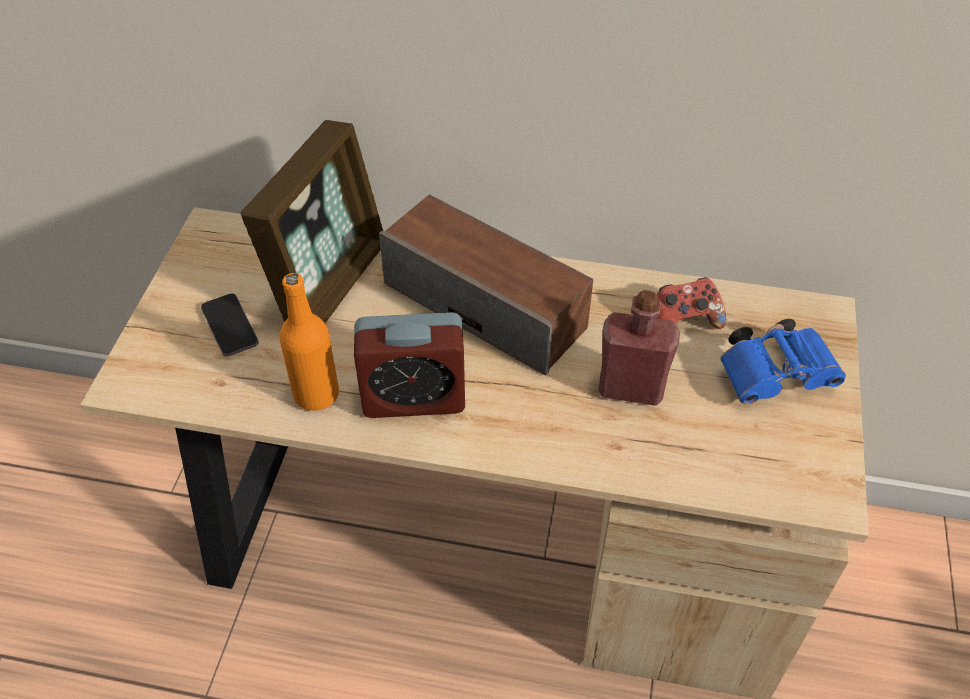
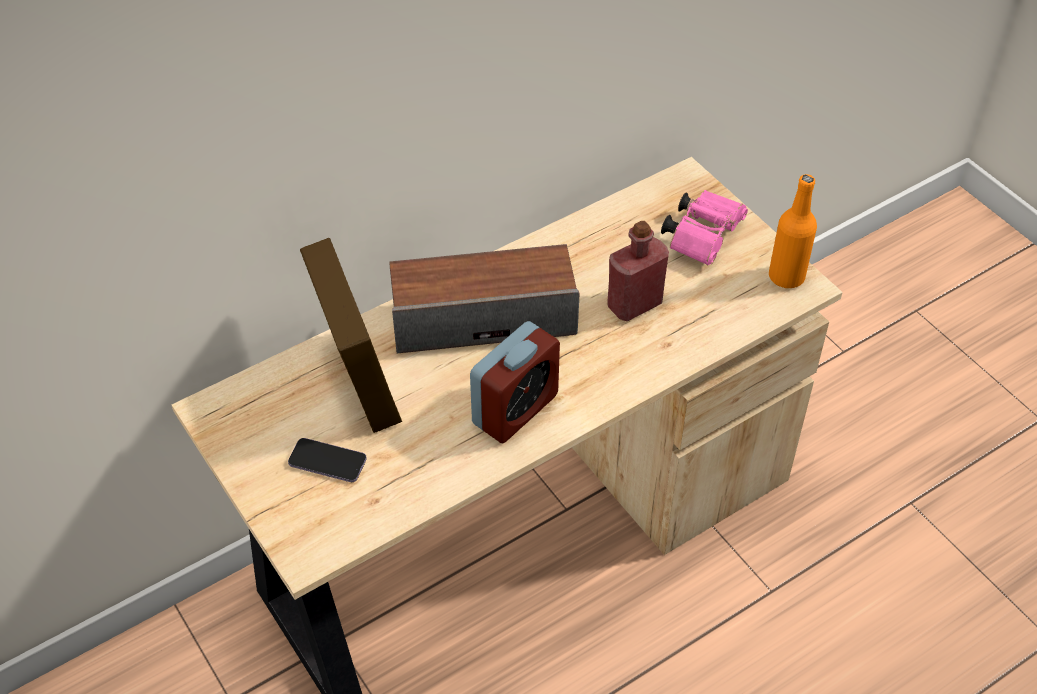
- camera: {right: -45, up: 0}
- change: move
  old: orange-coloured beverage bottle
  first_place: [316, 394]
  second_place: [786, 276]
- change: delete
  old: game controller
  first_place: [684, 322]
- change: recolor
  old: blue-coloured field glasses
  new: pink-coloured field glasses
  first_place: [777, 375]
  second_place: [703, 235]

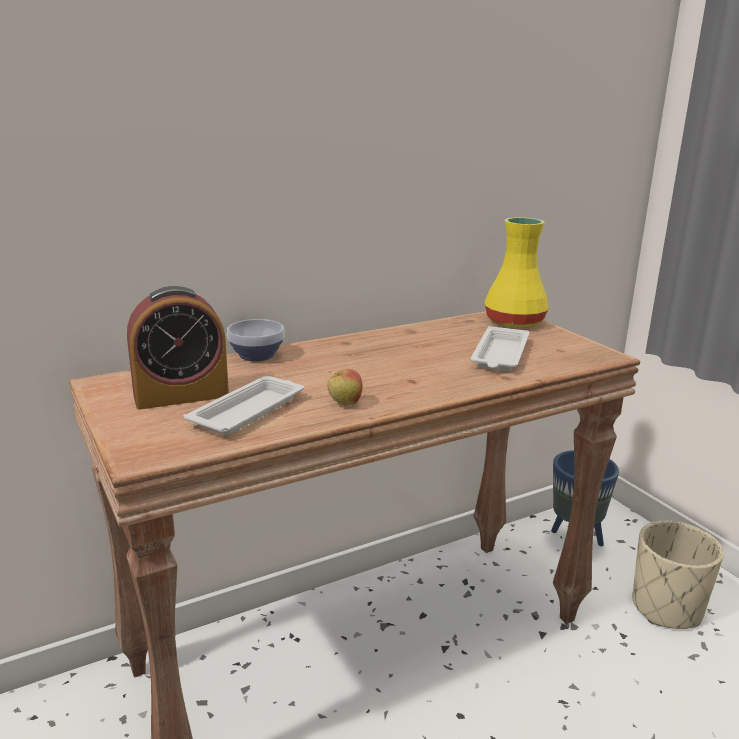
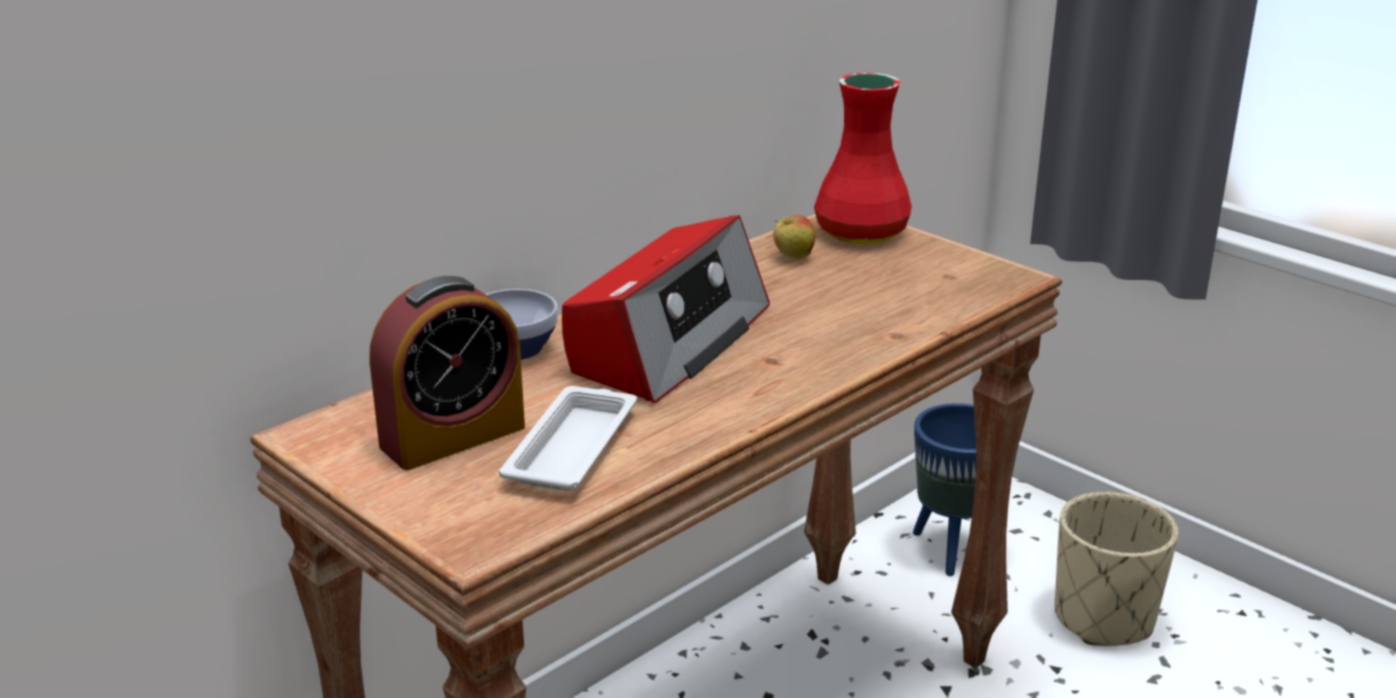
- camera: {right: -15, up: 5}
- change: move
  old: whole apple
  first_place: [344, 404]
  second_place: [793, 257]
- change: delete
  old: whitish serving tray
  first_place: [500, 355]
- change: recolor
  old: yellow flower vase
  new: red-coloured flower vase
  first_place: [516, 322]
  second_place: [863, 232]
- change: insert
  new: radio set
  second_place: [668, 341]

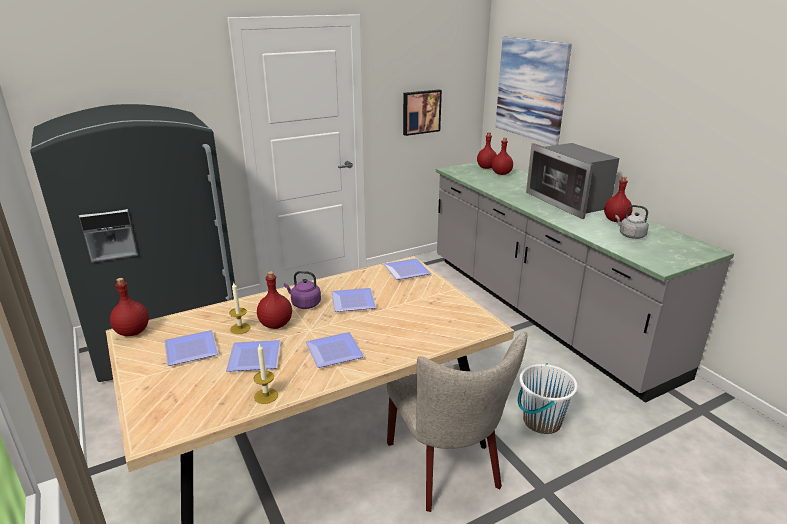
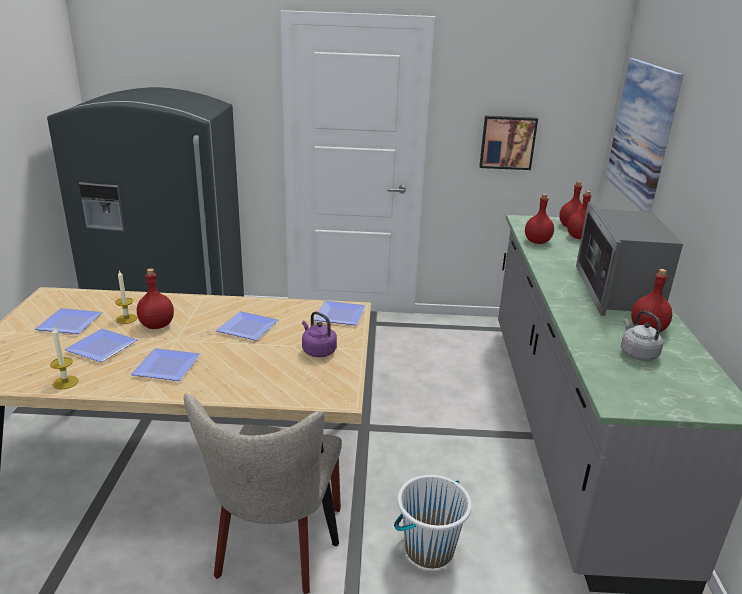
- camera: {right: 30, up: 0}
- change: move
  old: red-coloured beverage bottle
  first_place: [132, 332]
  second_place: [537, 241]
- change: move
  old: purple tea kettle
  first_place: [304, 304]
  second_place: [318, 351]

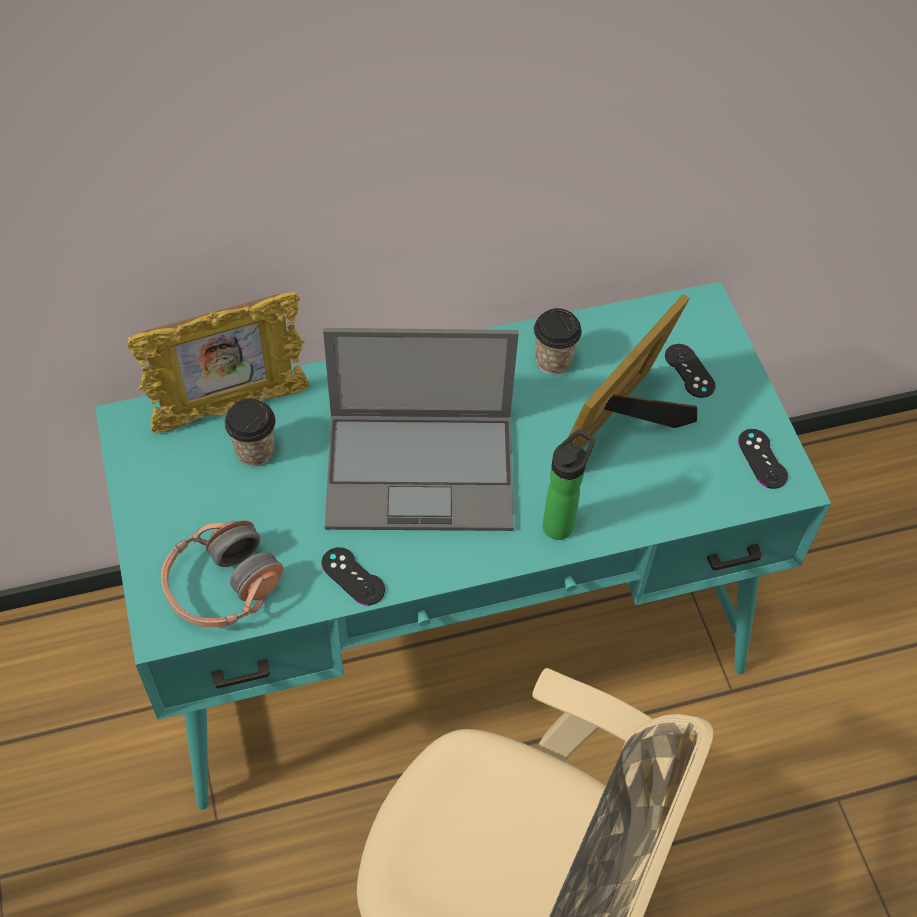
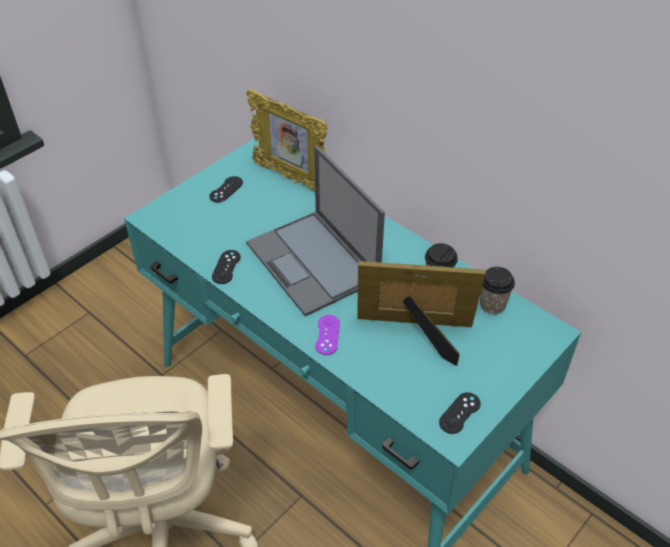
- camera: {right: 60, up: -10}
- change: delete
  old: headphones
  first_place: [222, 586]
- change: move
  old: drinking cup
  first_place: [255, 451]
  second_place: [492, 305]
- change: replace
  old: beverage bottle
  new: purple game controller
  first_place: [561, 523]
  second_place: [327, 335]
- change: move
  old: black-coloured game controller
  first_place: [689, 371]
  second_place: [226, 189]

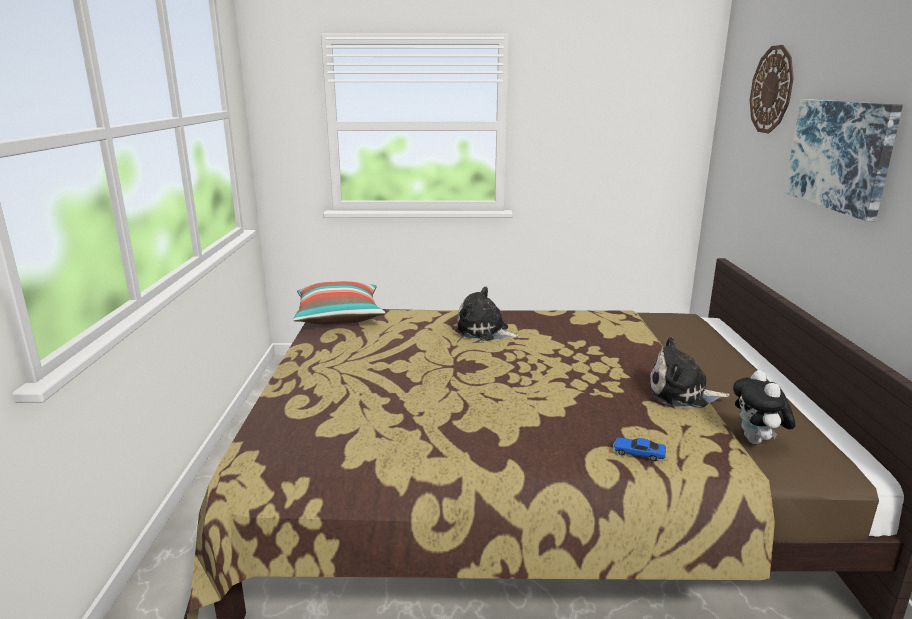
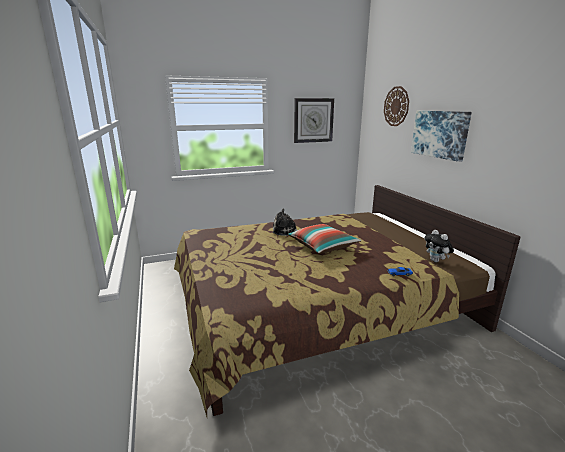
- camera: {right: -20, up: 0}
- change: move
  old: throw pillow
  first_place: [339, 317]
  second_place: [322, 246]
- change: delete
  old: soft toy
  first_place: [681, 394]
- change: insert
  new: hanging clock
  second_place: [313, 120]

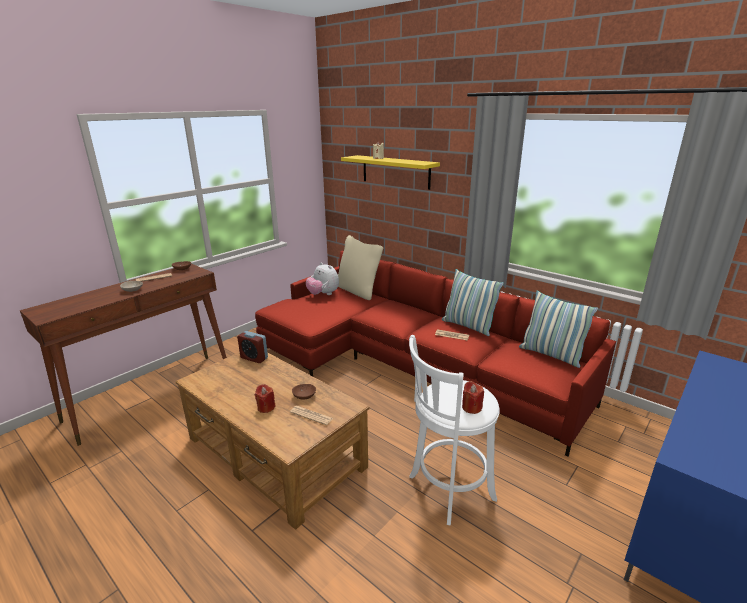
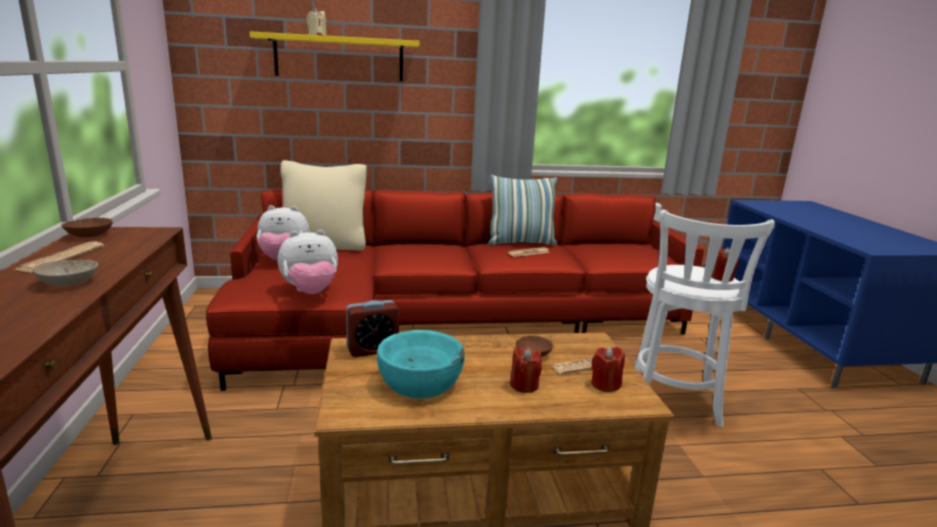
- camera: {right: -50, up: -5}
- change: delete
  old: throw pillow
  first_place: [551, 355]
- change: insert
  new: soft toy
  second_place: [310, 292]
- change: insert
  new: blue-green serving bowl
  second_place: [420, 381]
- change: insert
  new: red-coloured candle
  second_place: [605, 385]

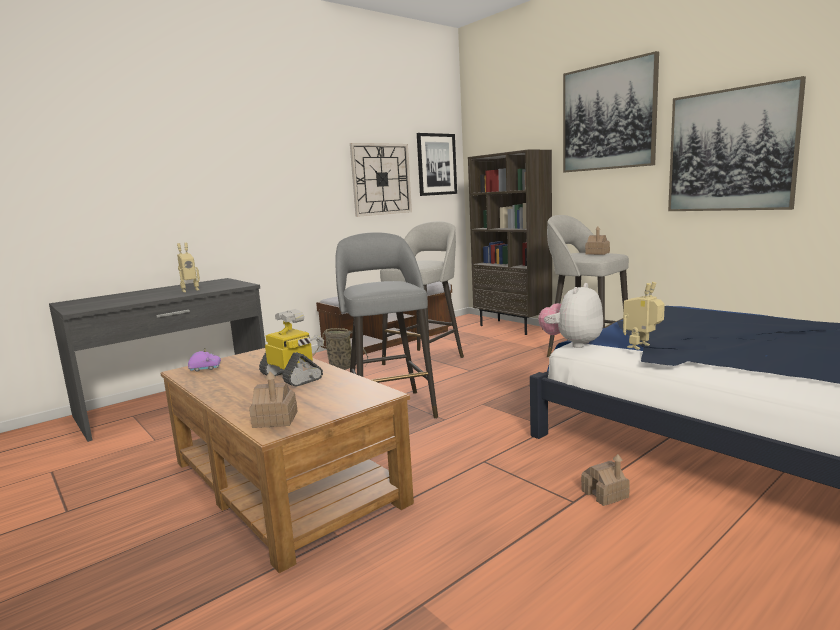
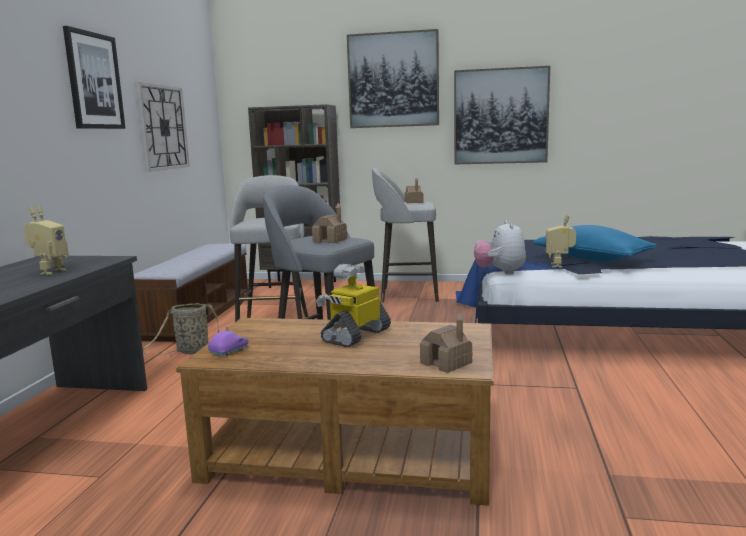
- camera: {right: -40, up: 0}
- change: rotate
  old: toy robot
  first_place: [293, 377]
  second_place: [355, 335]
  degrees: -60
- change: move
  old: wall picture
  first_place: [436, 164]
  second_place: [94, 81]
- change: move
  old: toy house
  first_place: [605, 494]
  second_place: [330, 240]
- change: insert
  new: blue-coloured throw pillow
  second_place: [591, 259]

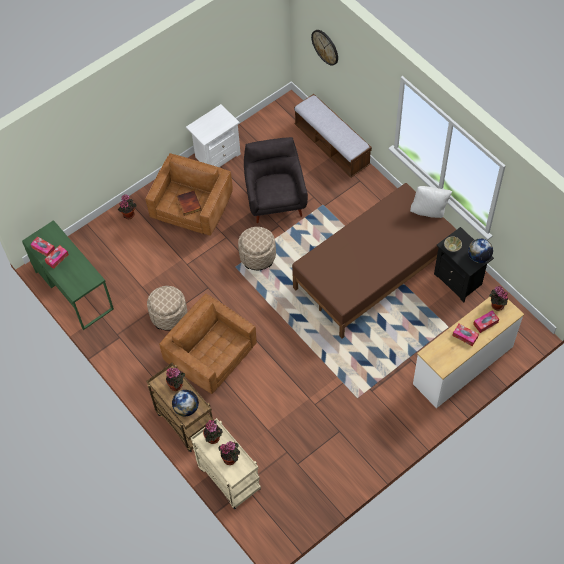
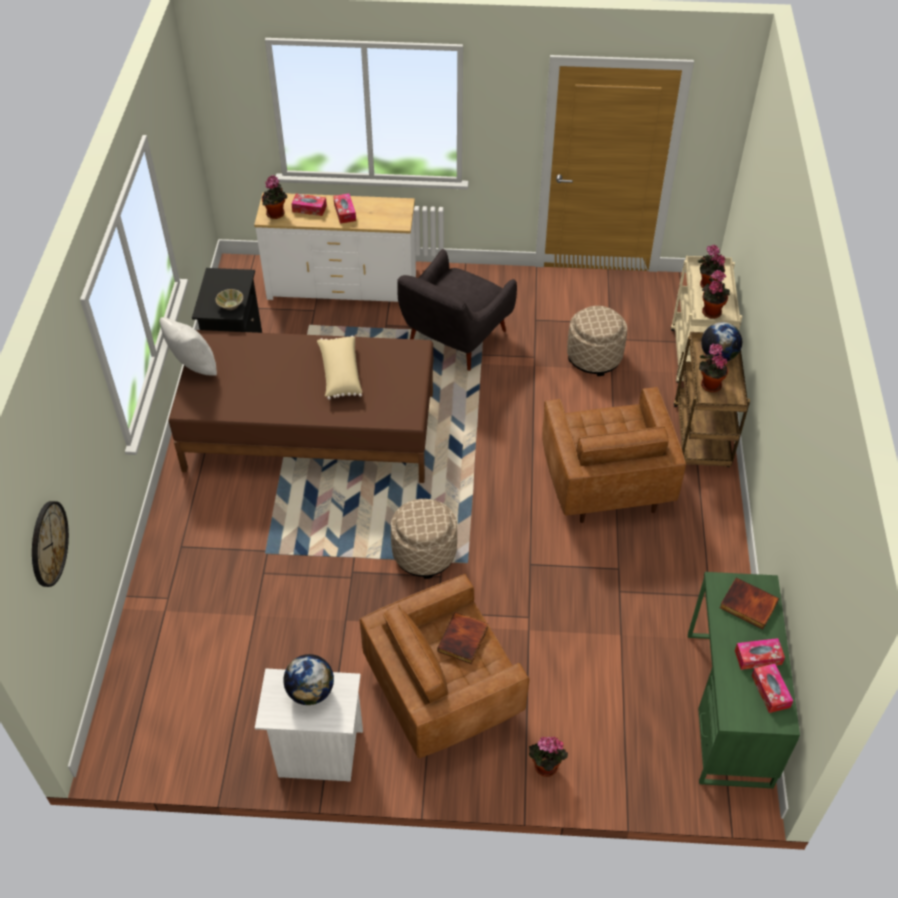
- camera: {right: -140, up: -10}
- change: move
  old: beige footrest
  first_place: [169, 315]
  second_place: [594, 357]
- change: move
  old: greyish armchair
  first_place: [275, 199]
  second_place: [454, 340]
- change: delete
  old: long seat
  first_place: [332, 146]
- change: move
  old: world globe
  first_place: [479, 257]
  second_place: [311, 691]
- change: insert
  new: beige throw pillow
  second_place: [340, 374]
- change: insert
  new: book
  second_place: [747, 605]

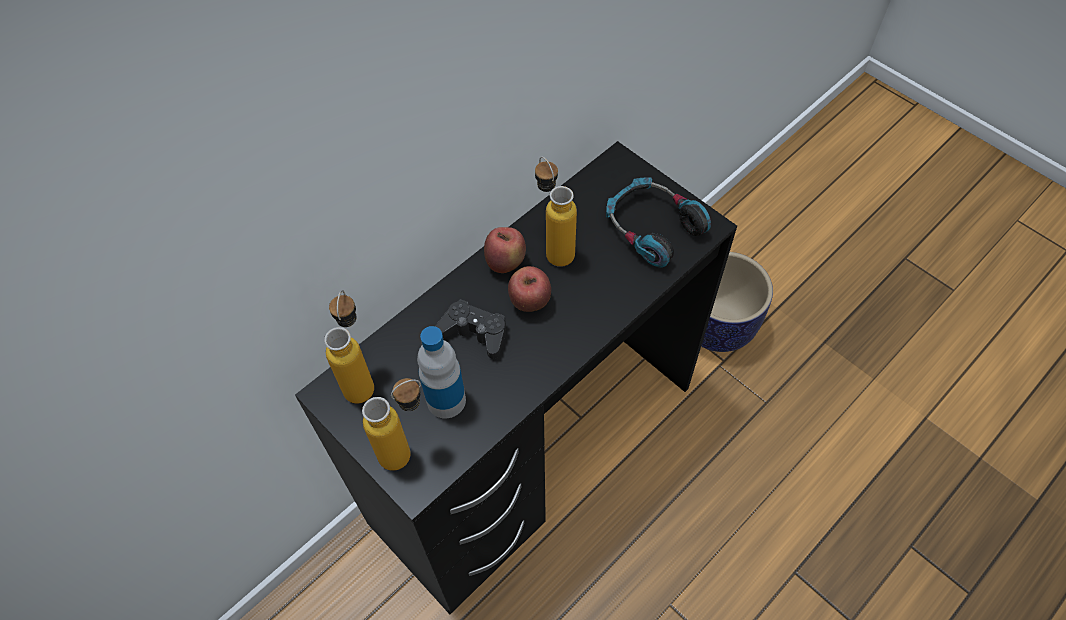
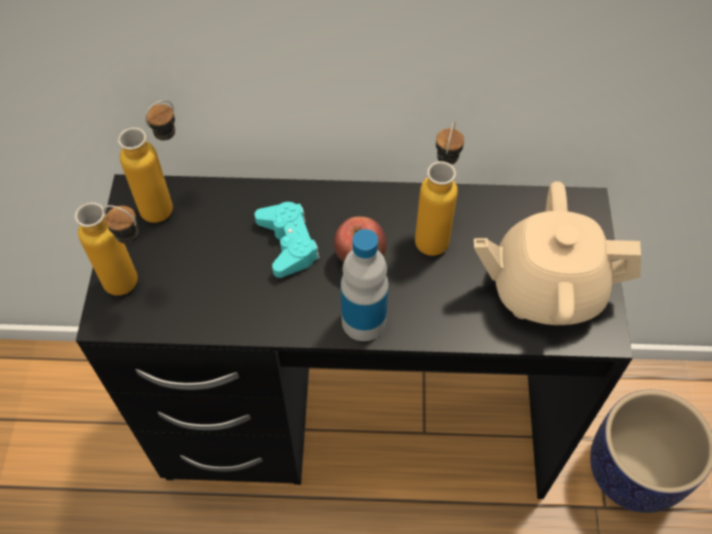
- camera: {right: 45, up: 0}
- change: move
  old: beverage bottle
  first_place: [446, 400]
  second_place: [363, 321]
- change: recolor
  old: black-coloured game controller
  new: blue-green game controller
  first_place: [475, 332]
  second_place: [288, 243]
- change: delete
  old: whole apple
  first_place: [505, 263]
- change: replace
  old: headphones
  new: beige tea pot
  first_place: [652, 227]
  second_place: [544, 289]

